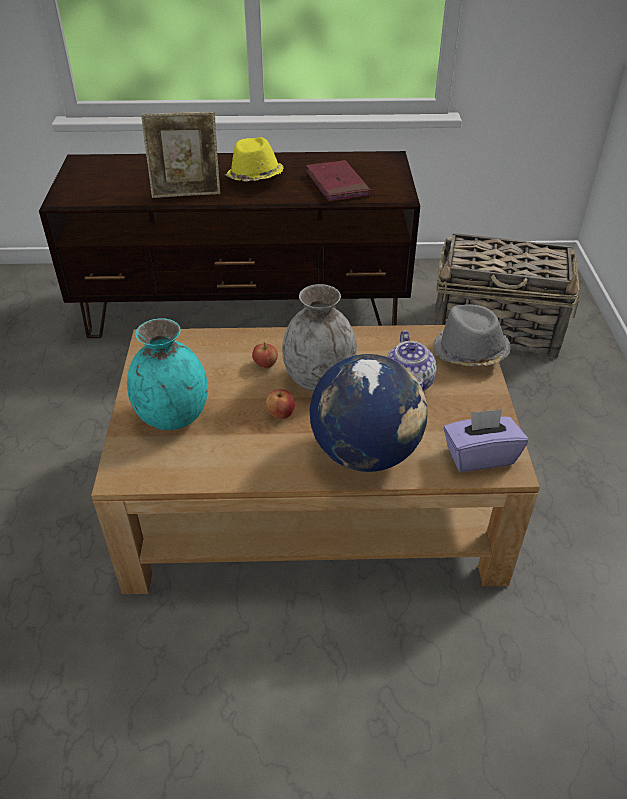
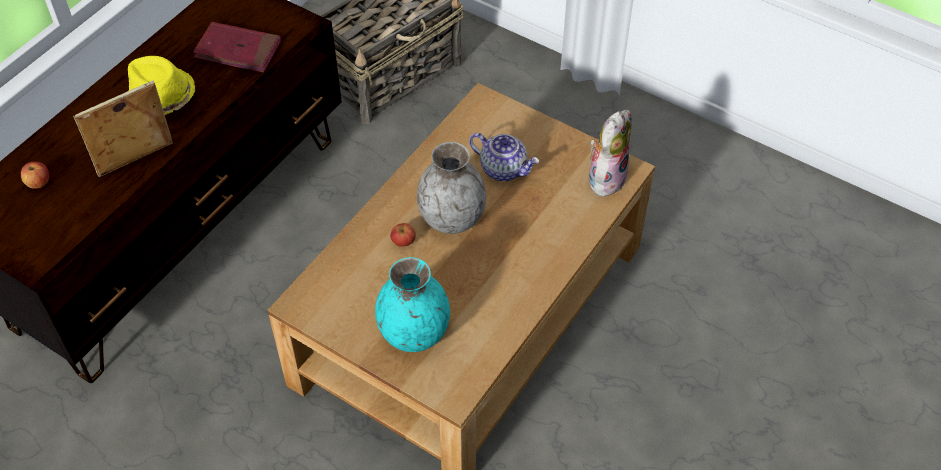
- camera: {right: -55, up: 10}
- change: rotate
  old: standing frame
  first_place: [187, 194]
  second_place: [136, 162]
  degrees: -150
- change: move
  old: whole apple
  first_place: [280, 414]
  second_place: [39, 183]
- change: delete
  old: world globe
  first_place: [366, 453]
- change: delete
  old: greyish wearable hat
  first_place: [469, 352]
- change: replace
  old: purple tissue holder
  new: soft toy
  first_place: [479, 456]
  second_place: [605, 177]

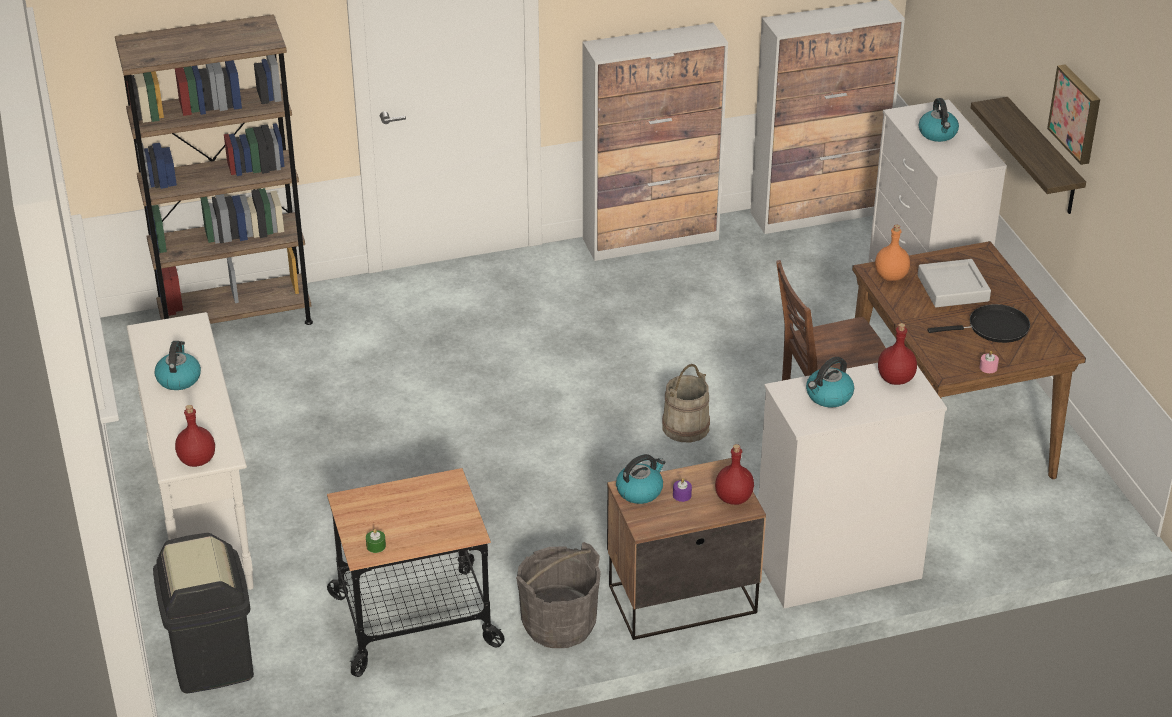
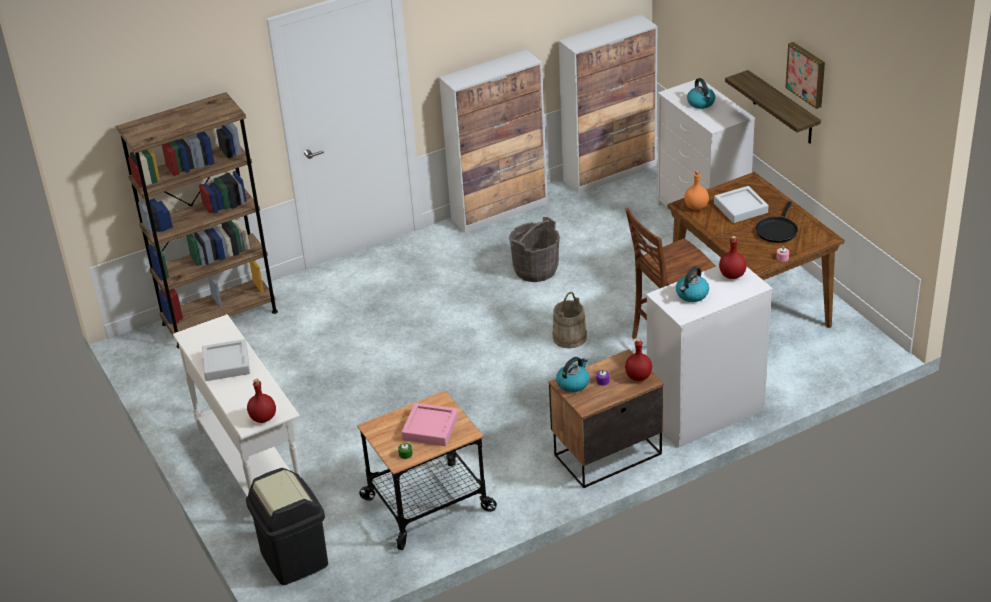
- camera: {right: -10, up: 0}
- change: replace
  old: tea kettle
  new: greyish serving tray
  first_place: [178, 378]
  second_place: [226, 364]
- change: move
  old: greyish water bucket
  first_place: [559, 624]
  second_place: [535, 269]
- change: rotate
  old: black-coloured skillet
  first_place: [993, 328]
  second_place: [777, 230]
  degrees: 135
- change: insert
  new: pink-coloured serving tray
  second_place: [430, 428]

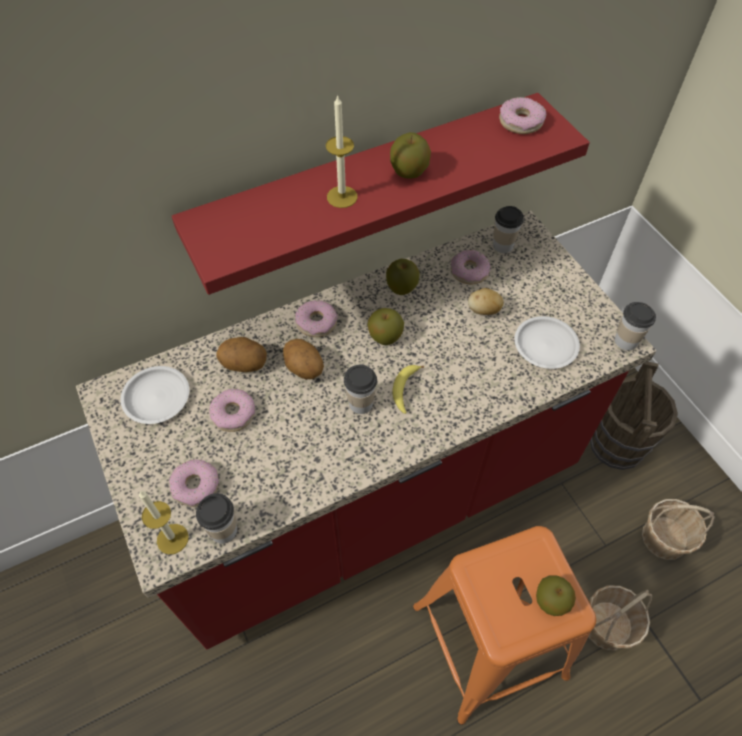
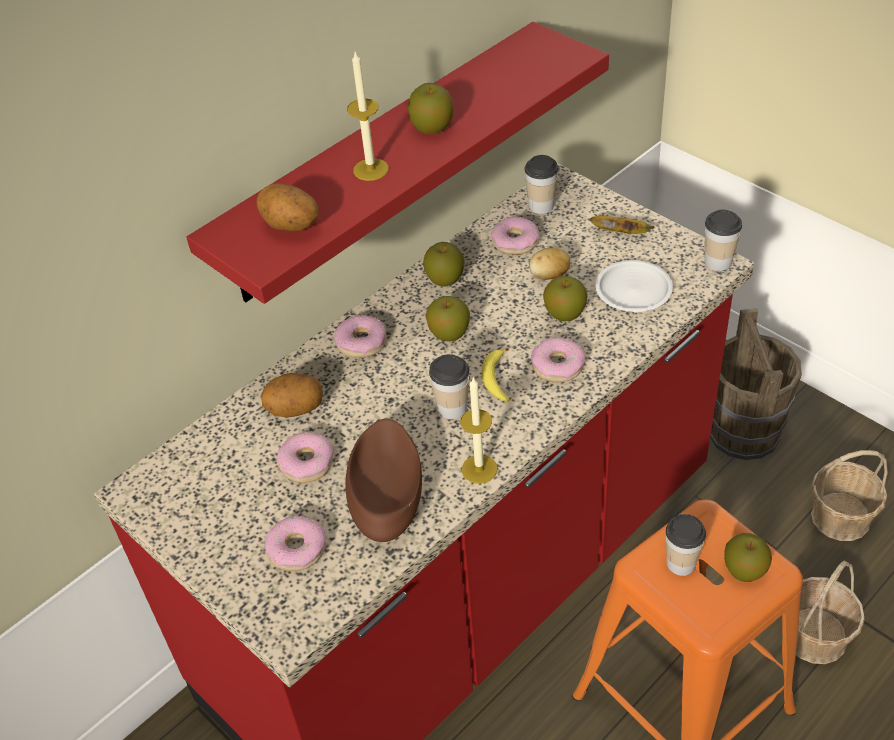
- camera: {right: -15, up: -10}
- change: delete
  old: whitish dinner plate
  first_place: [156, 398]
- change: move
  old: candle
  first_place: [172, 539]
  second_place: [479, 469]
- change: move
  old: drinking cup
  first_place: [224, 530]
  second_place: [681, 563]
- change: move
  old: whole potato
  first_place: [303, 369]
  second_place: [290, 227]
- change: move
  old: ring doughnut
  first_place: [521, 122]
  second_place: [558, 366]
- change: insert
  new: brown-coloured serving bowl
  second_place: [386, 496]
- change: insert
  new: whole apple
  second_place: [564, 314]
- change: insert
  new: banana
  second_place: [622, 232]

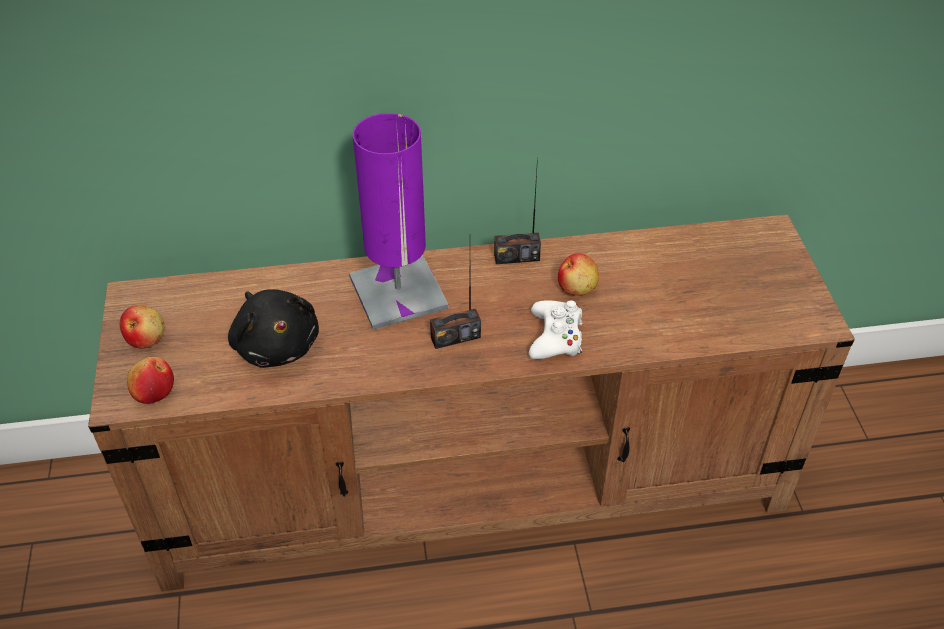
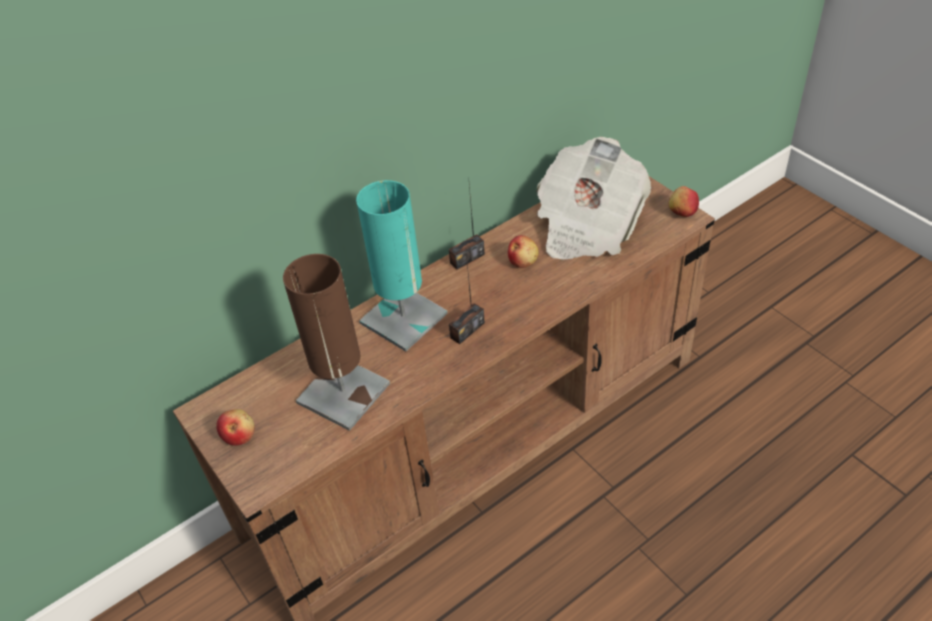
- camera: {right: -25, up: 0}
- change: move
  old: whole apple
  first_place: [154, 392]
  second_place: [682, 211]
- change: replace
  old: black-coloured soft toy
  new: brown-coloured tabletop lamp
  first_place: [276, 344]
  second_place: [343, 393]
- change: recolor
  old: purple tabletop lamp
  new: blue-green tabletop lamp
  first_place: [398, 292]
  second_place: [403, 318]
- change: delete
  old: whitish game controller
  first_place: [555, 337]
- change: insert
  new: daily paper
  second_place: [587, 225]

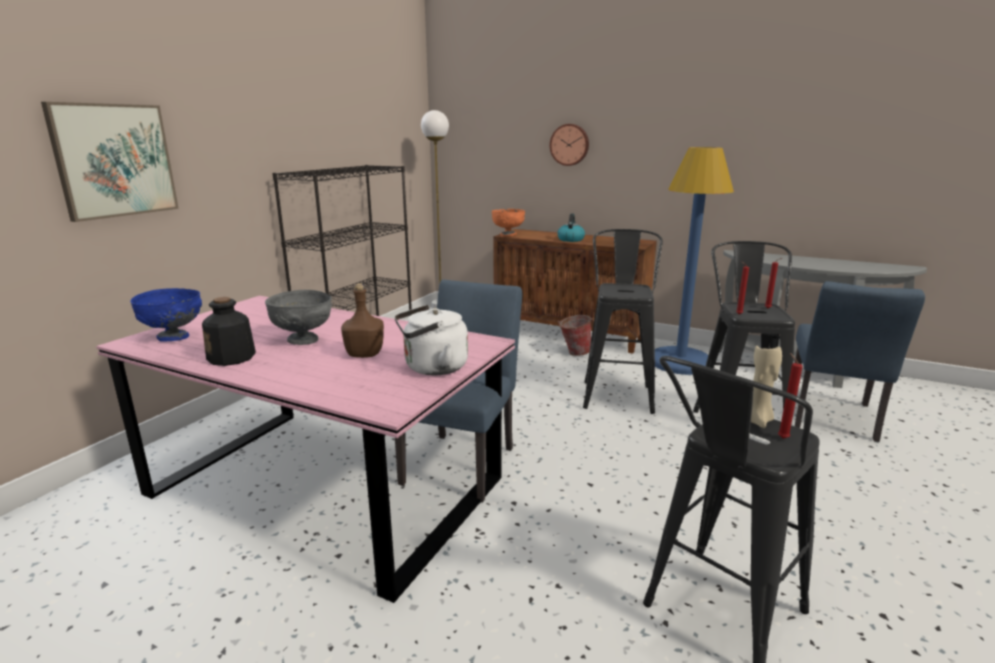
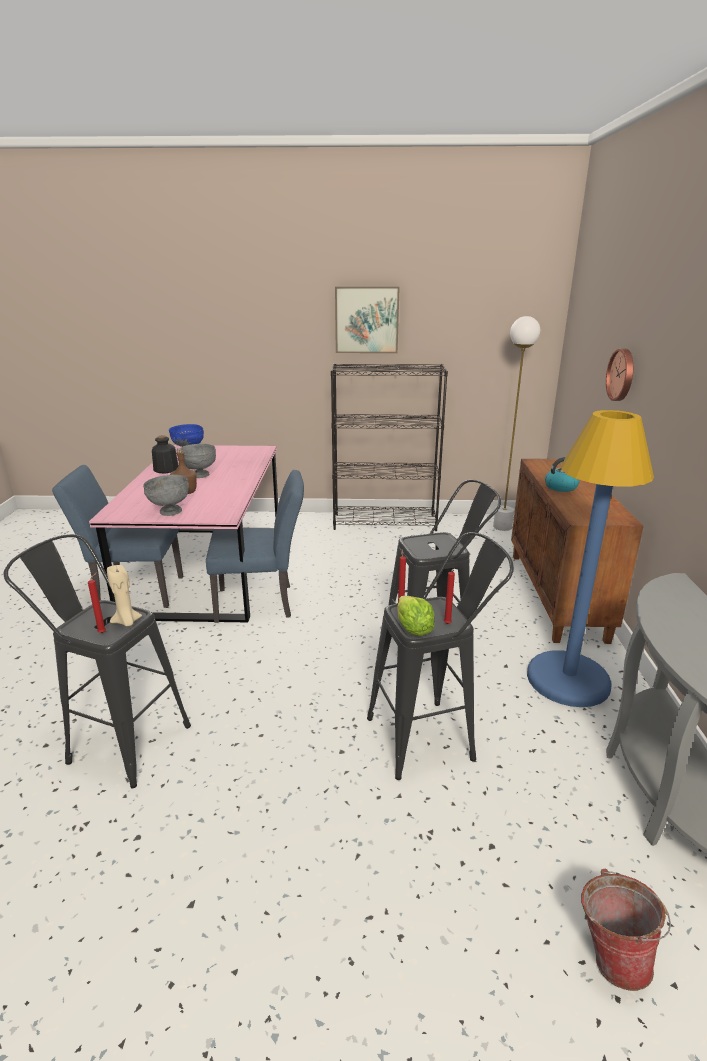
- camera: {right: 65, up: 5}
- change: move
  old: wall picture
  first_place: [114, 160]
  second_place: [366, 320]
- change: replace
  old: whitish tea kettle
  new: greyish serving bowl
  first_place: [432, 368]
  second_place: [170, 511]
- change: delete
  old: orange-coloured serving bowl
  first_place: [508, 235]
- change: move
  old: water bucket
  first_place: [574, 353]
  second_place: [611, 954]
- change: move
  old: blue-coloured plain chair
  first_place: [831, 419]
  second_place: [133, 592]
- change: insert
  new: head of lettuce
  second_place: [413, 629]

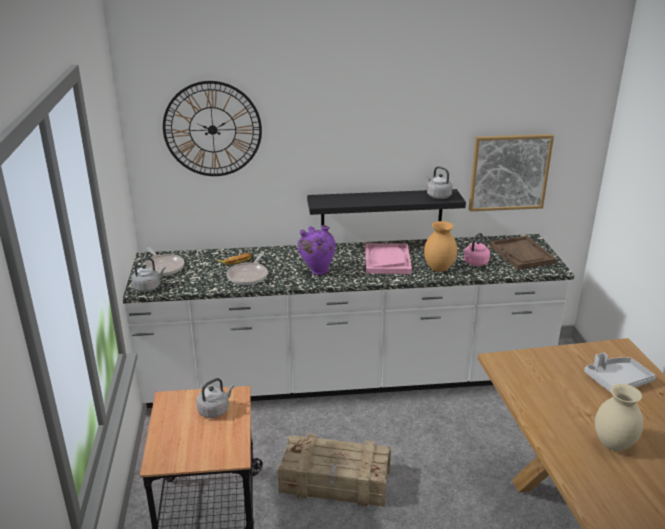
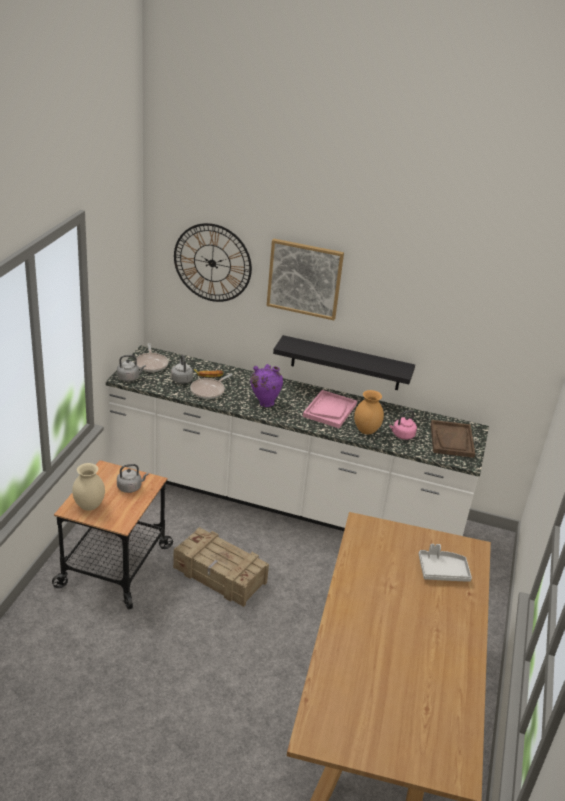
- camera: {right: 20, up: 5}
- change: move
  old: greyish tea kettle
  first_place: [437, 196]
  second_place: [181, 379]
- change: move
  old: wall picture
  first_place: [509, 172]
  second_place: [304, 278]
- change: move
  old: beige flower vase
  first_place: [612, 445]
  second_place: [88, 506]

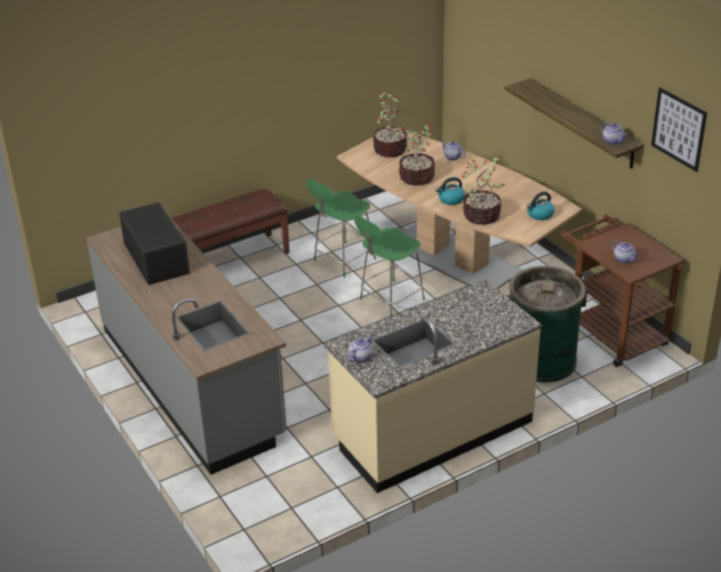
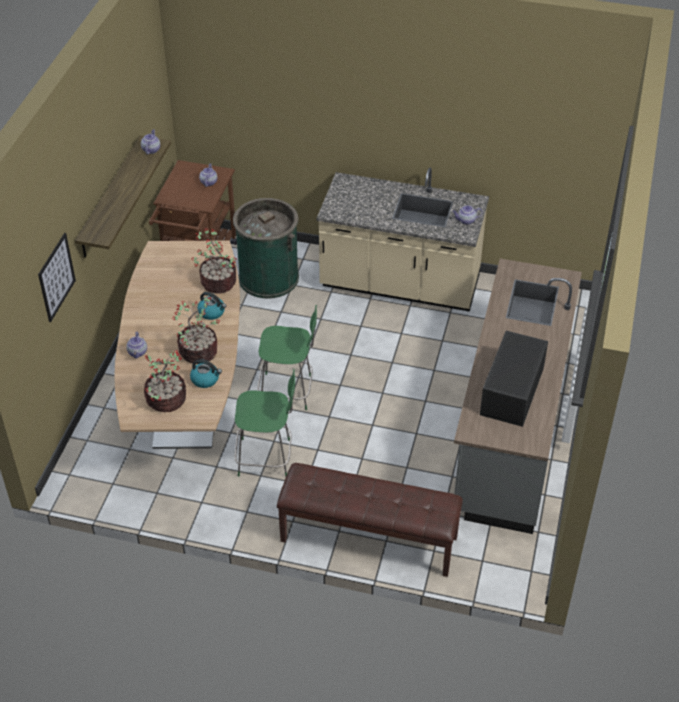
- camera: {right: -135, up: 10}
- change: move
  old: tea kettle
  first_place: [539, 215]
  second_place: [205, 379]
- change: move
  old: wall picture
  first_place: [678, 129]
  second_place: [56, 277]

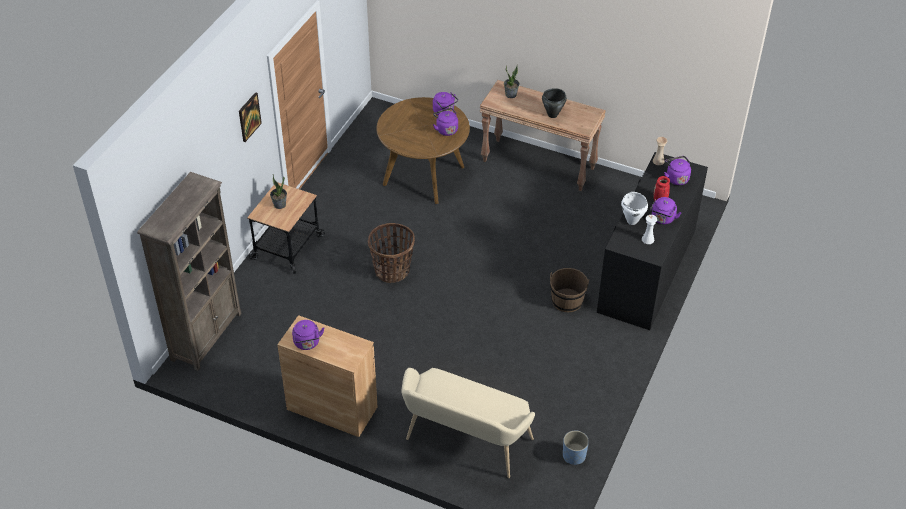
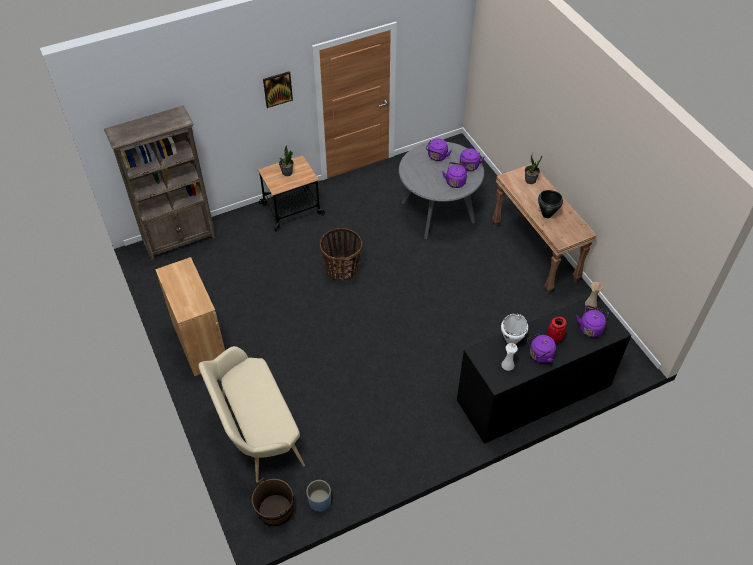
- camera: {right: 40, up: 5}
- change: move
  old: purple tea kettle
  first_place: [307, 343]
  second_place: [437, 157]
- change: recolor
  old: brown-coloured dining table
  new: greyish dining table
  first_place: [423, 175]
  second_place: [438, 212]
- change: move
  old: brown-coloured water bucket
  first_place: [567, 301]
  second_place: [275, 511]

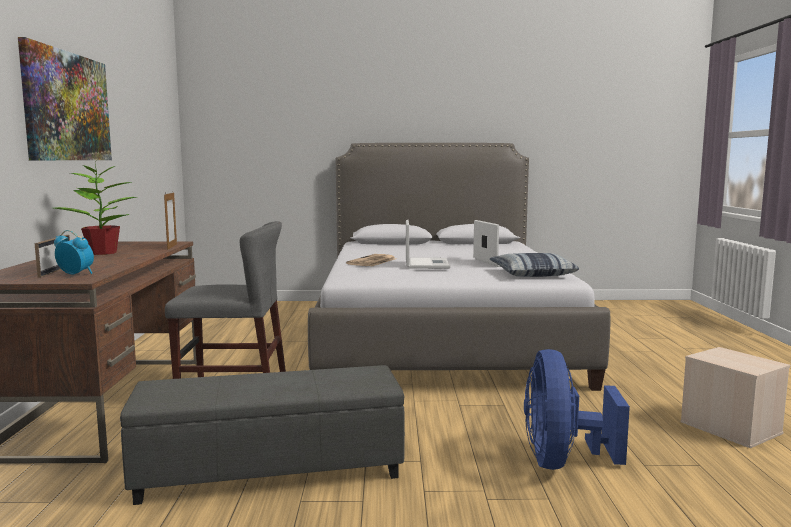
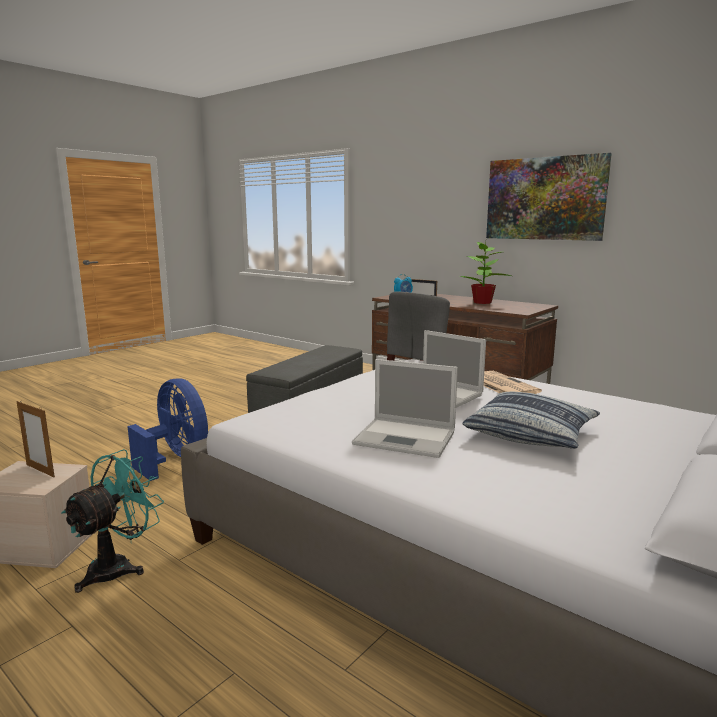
- camera: {right: 130, up: 5}
- change: move
  old: standing frame
  first_place: [172, 246]
  second_place: [40, 470]
- change: move
  old: throw pillow
  first_place: [532, 274]
  second_place: [531, 433]
- change: insert
  new: blue-green fan
  second_place: [118, 566]

